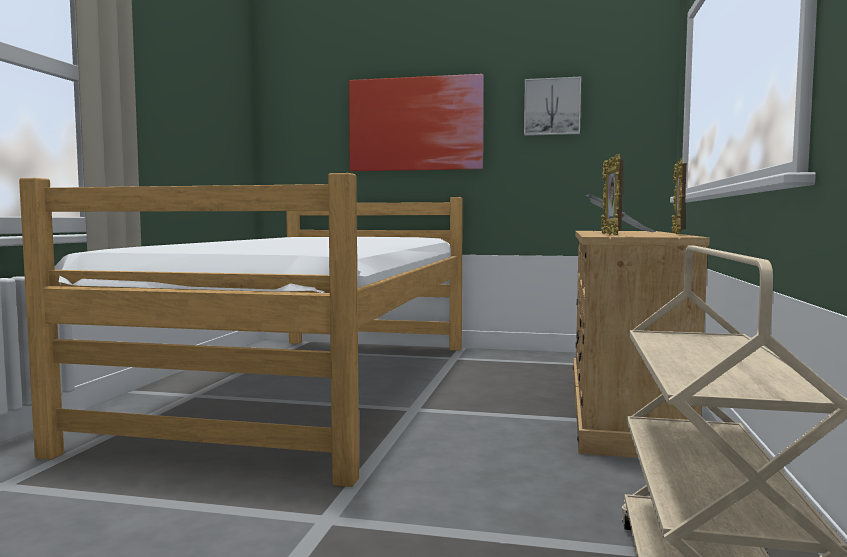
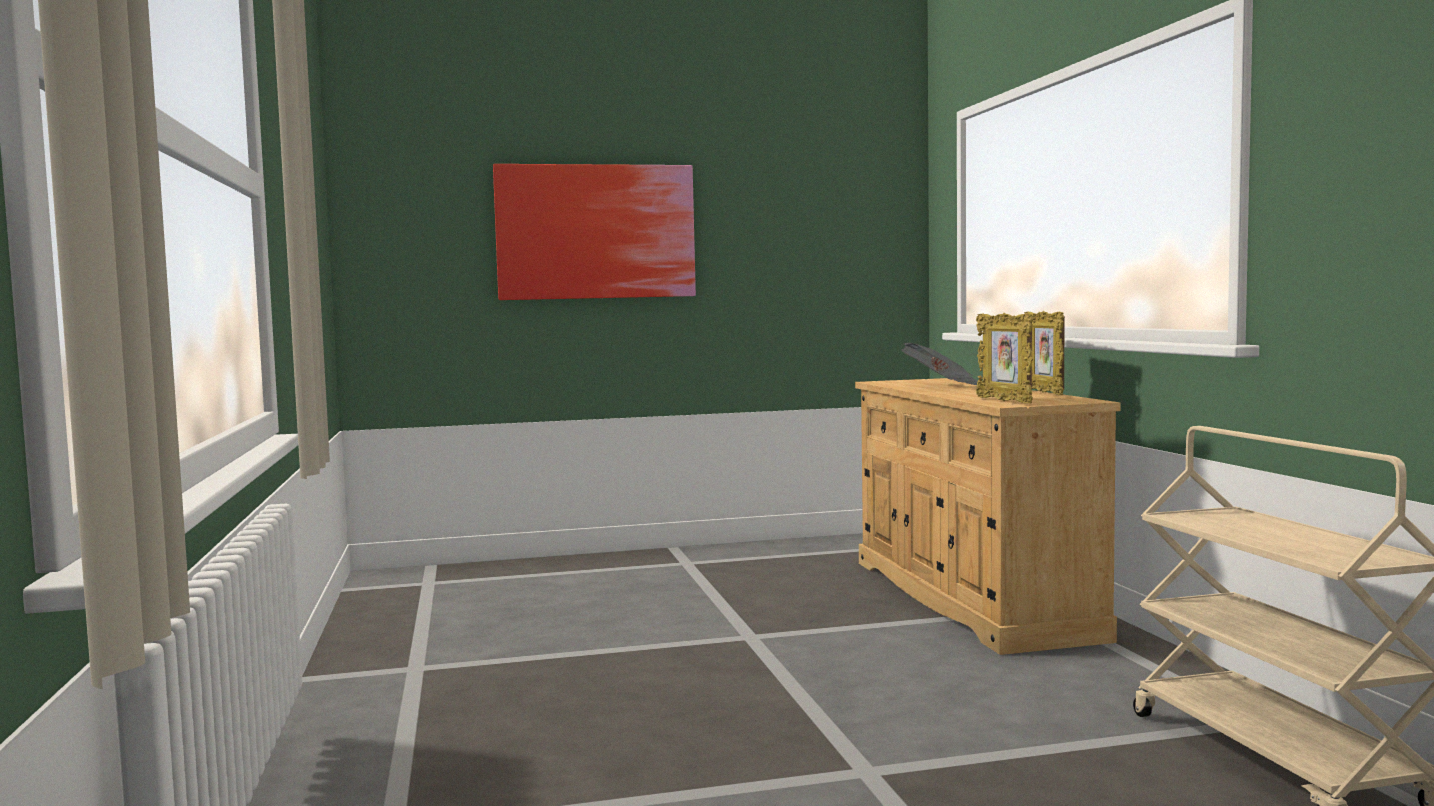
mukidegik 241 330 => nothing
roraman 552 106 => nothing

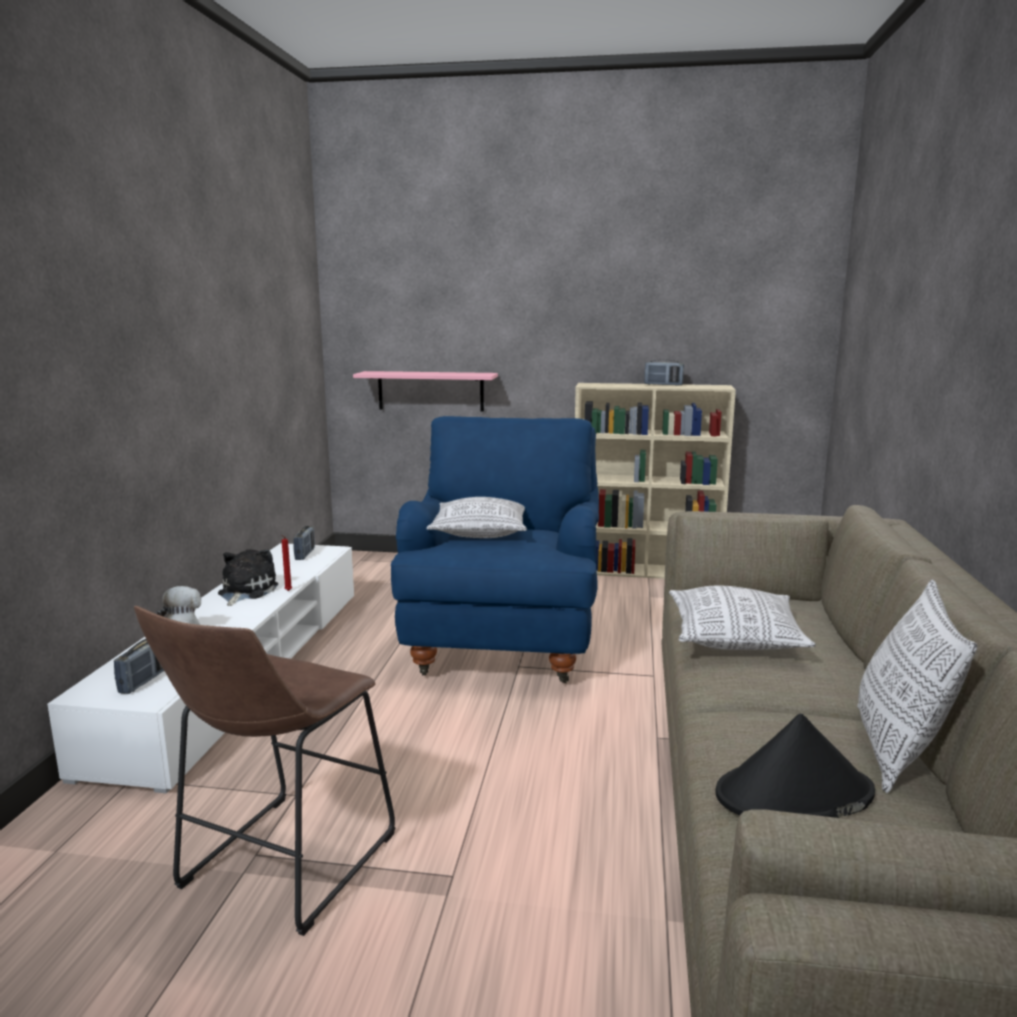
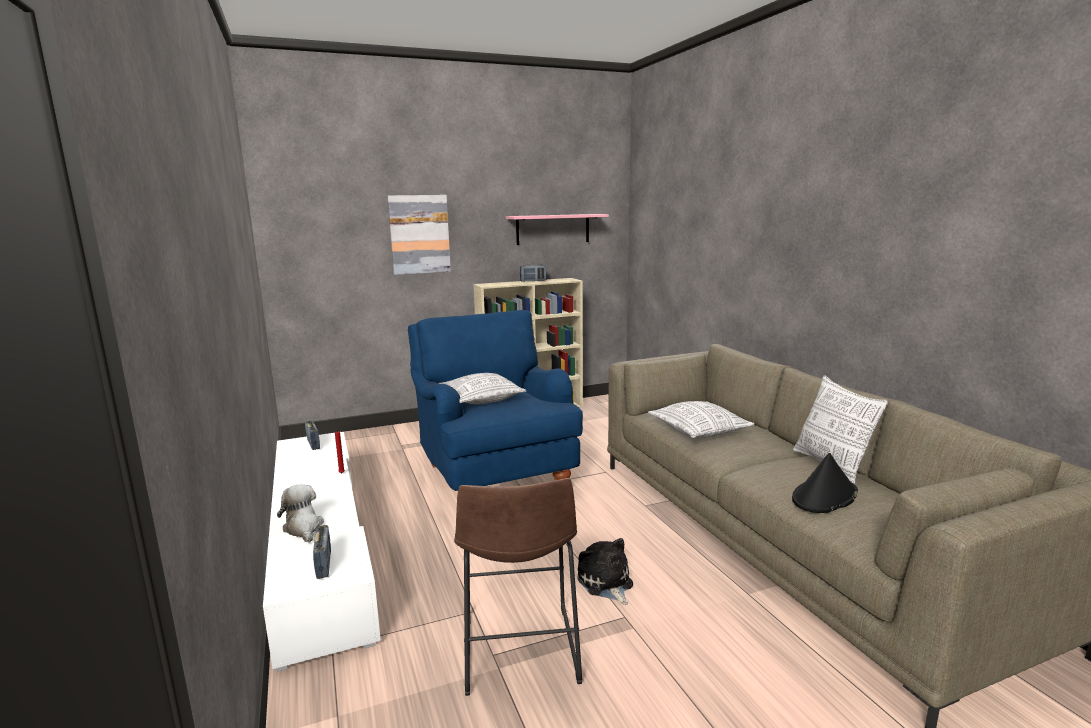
nothing => roraman 419 235
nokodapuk 248 577 => nokodapuk 605 571, move
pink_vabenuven 425 391 => pink_vabenuven 557 229, move

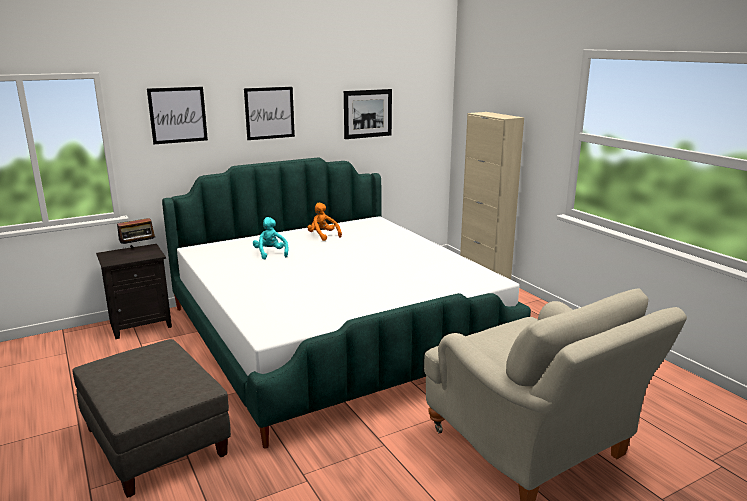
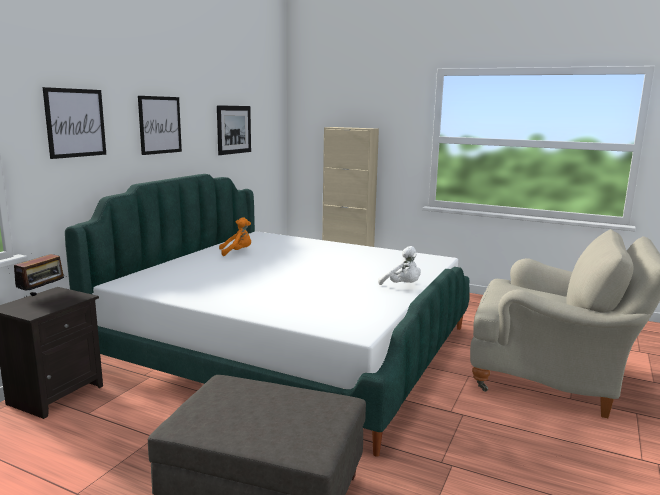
turquoise_nokodapuk 270 238 => nothing
nothing => white_nokodapuk 399 265
orange_nokodapuk 324 222 => orange_nokodapuk 235 236, 150 degrees clockwise

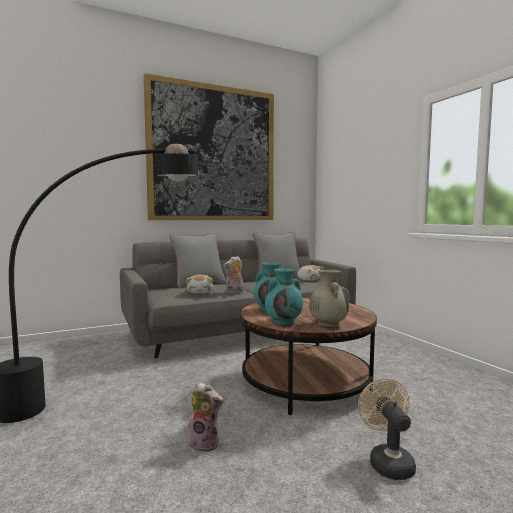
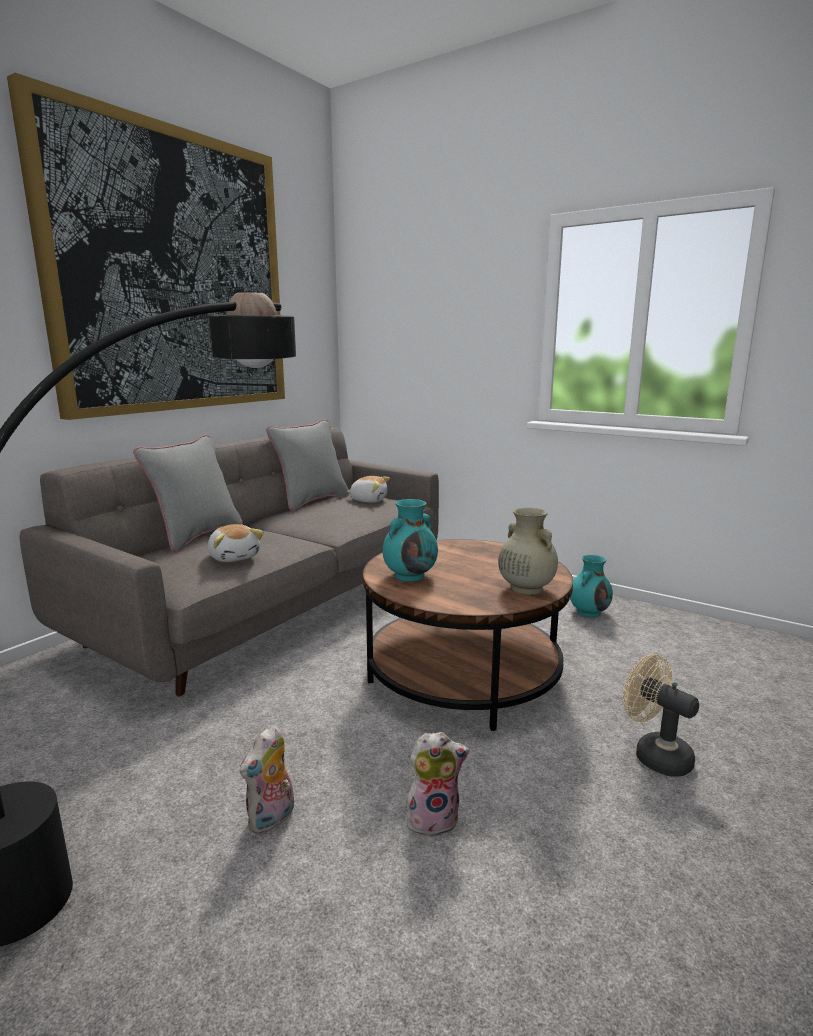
nokodapuk 233 275 => nokodapuk 267 779, move
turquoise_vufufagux 284 296 => turquoise_vufufagux 591 586, move

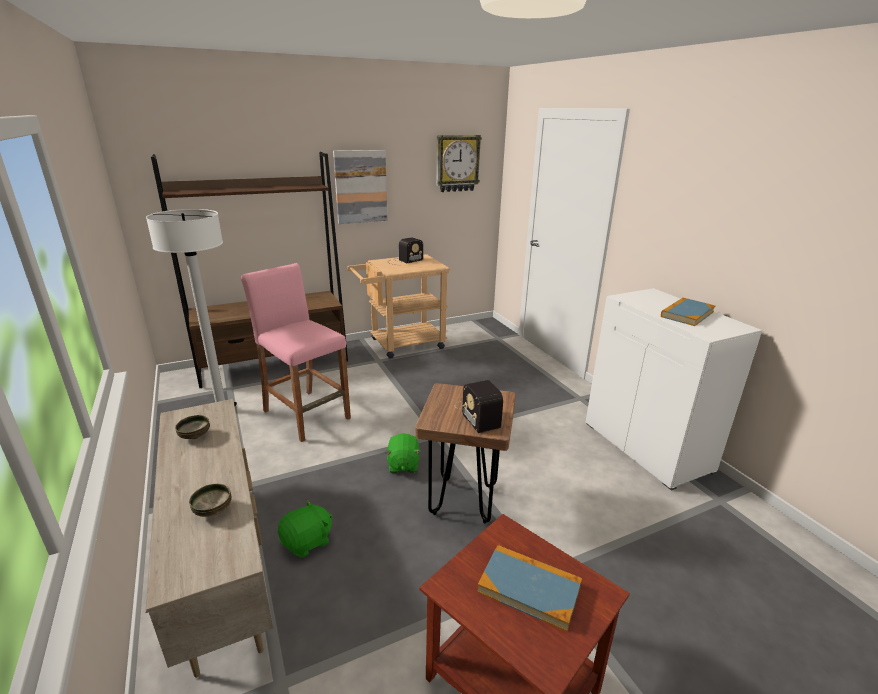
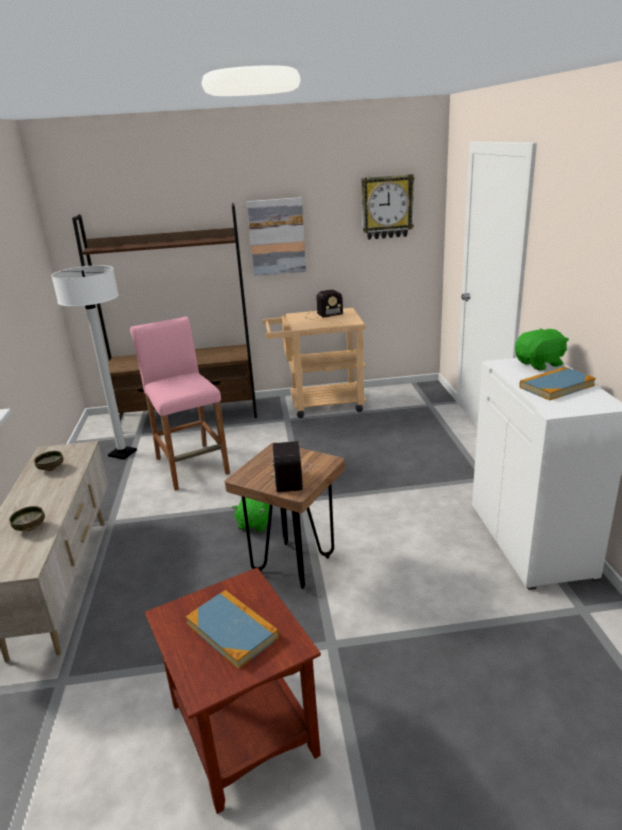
green_nokodapuk 305 529 => green_nokodapuk 542 349, move

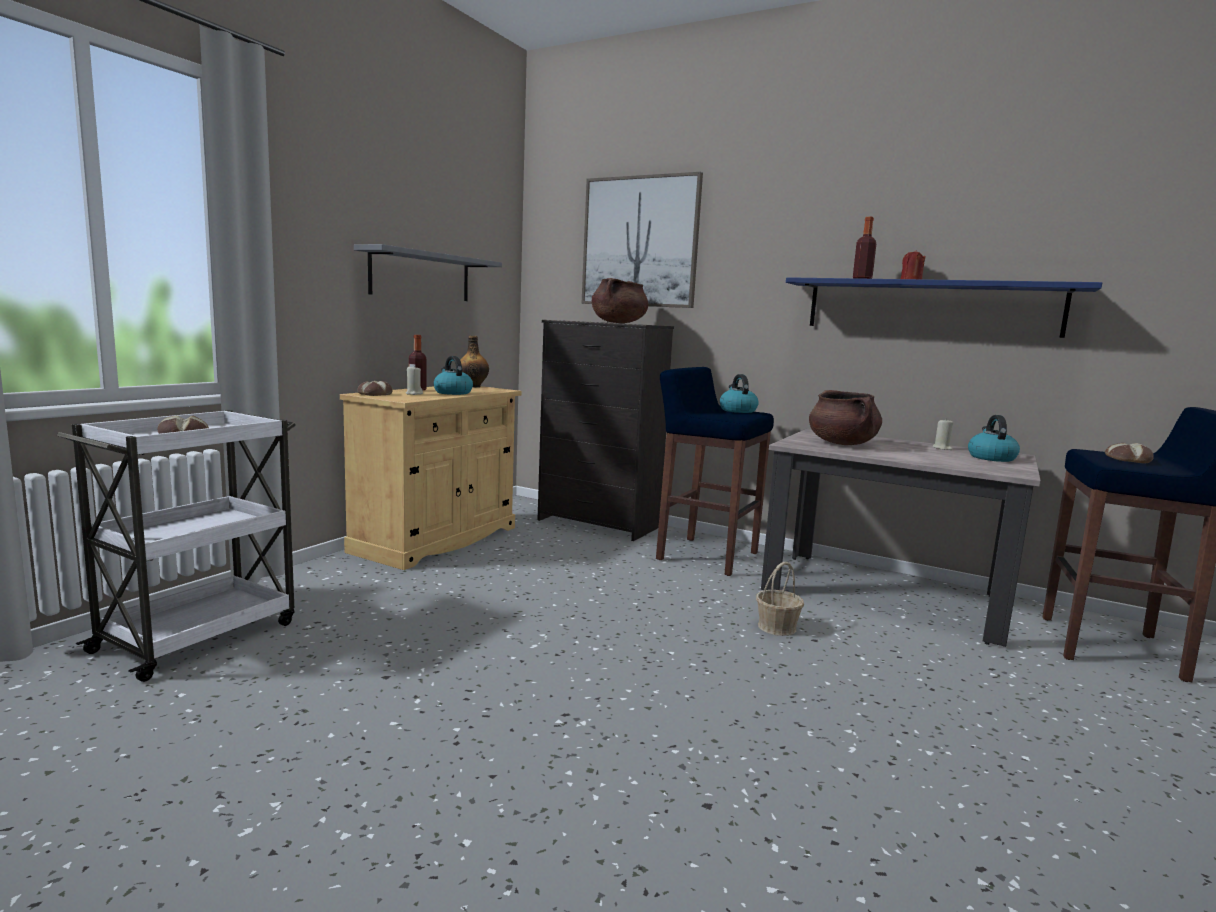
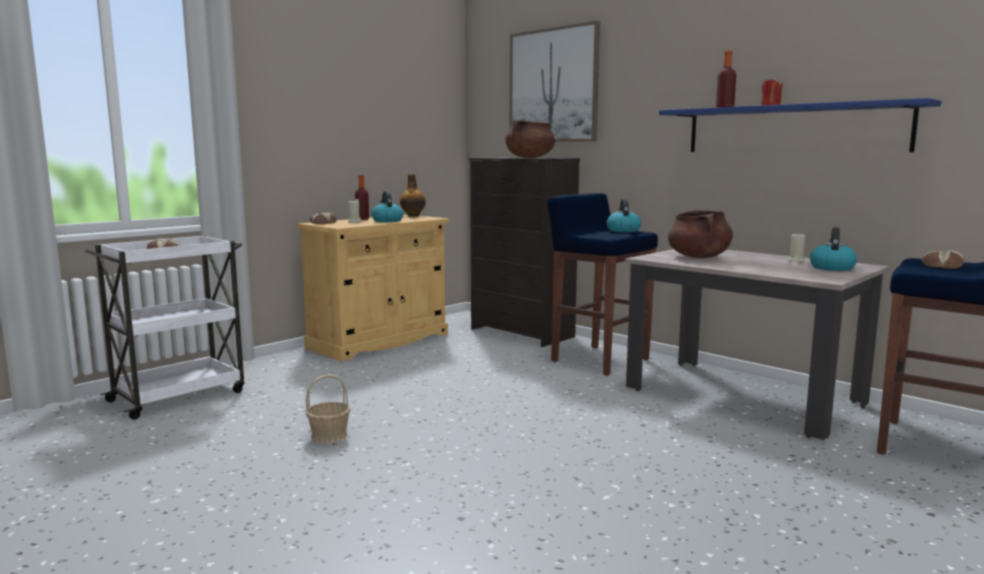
grey_vabenuven 428 272 => nothing
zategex 780 599 => zategex 328 409, move

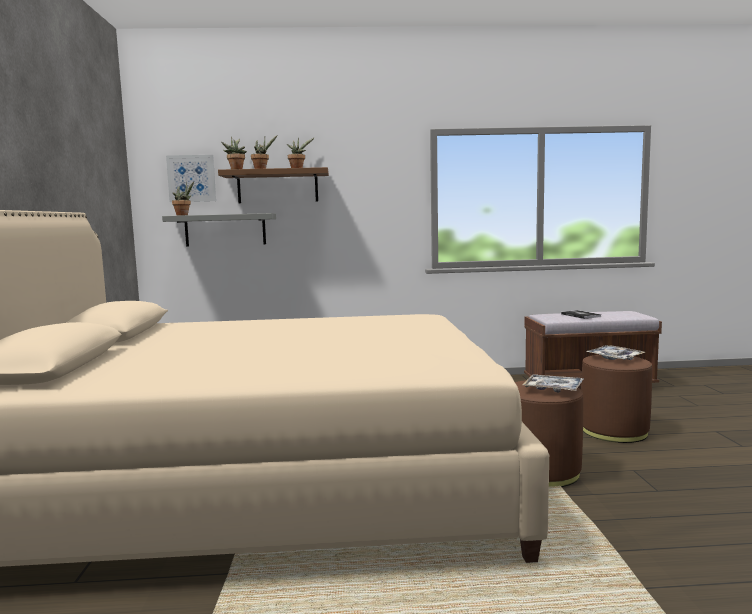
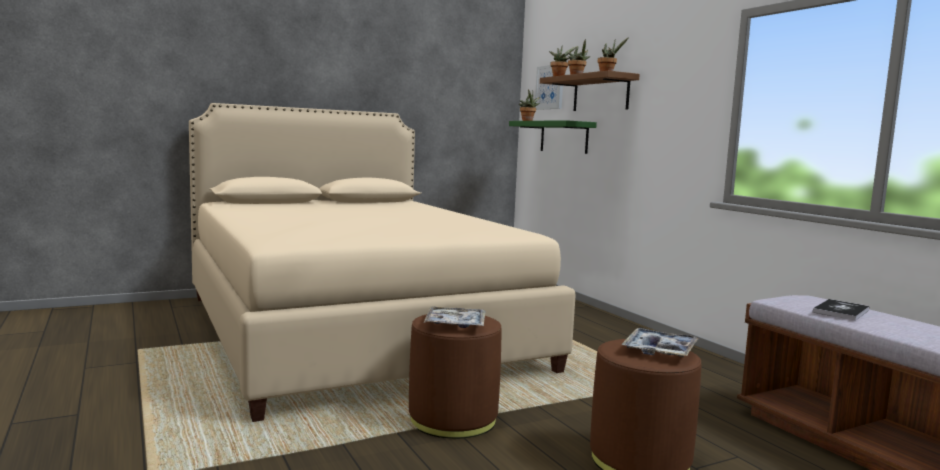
grey_vabenuven 219 230 => green_vabenuven 553 137

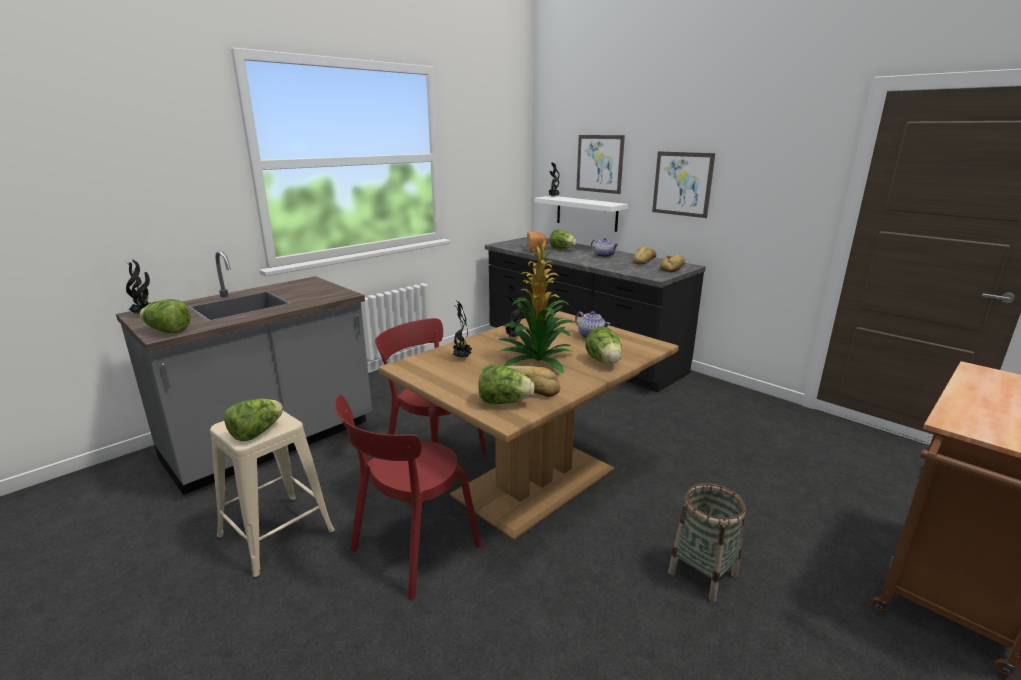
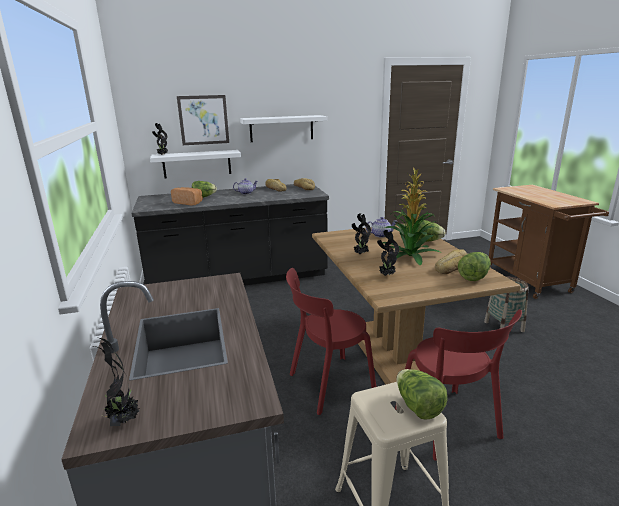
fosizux 165 316 => nothing
roraman 683 184 => white_vabenuven 283 128

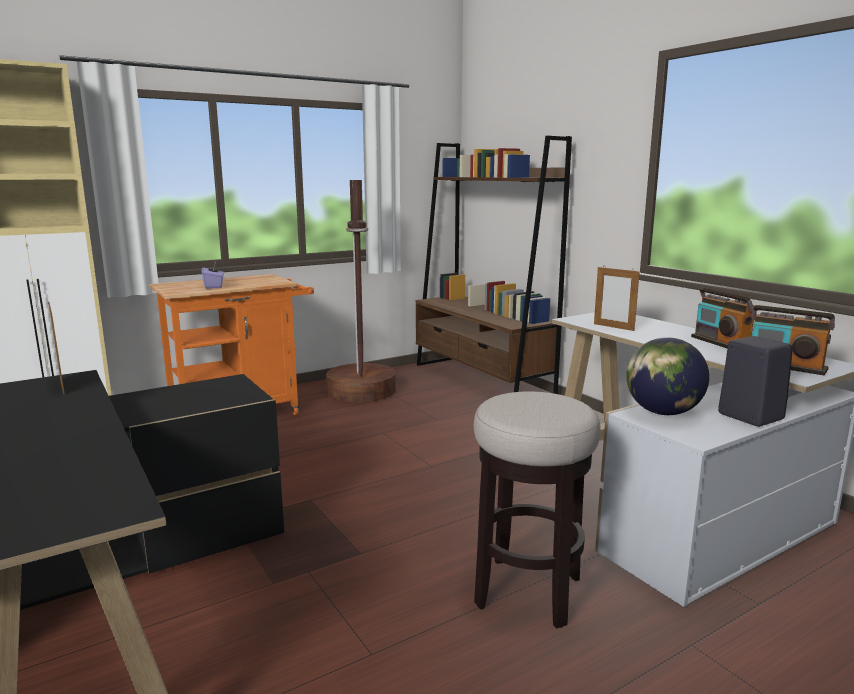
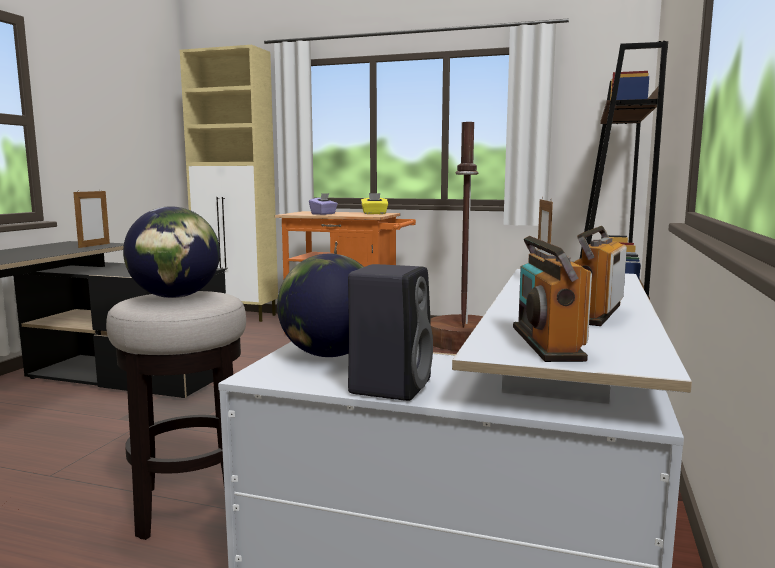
nothing => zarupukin 171 252
nothing => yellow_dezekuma 374 203

